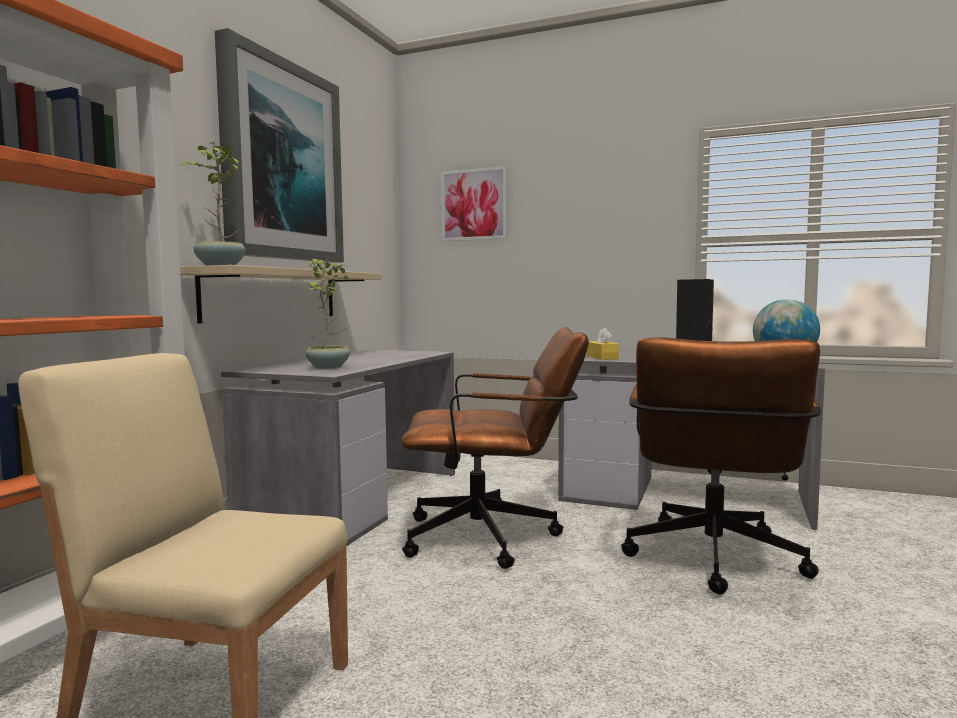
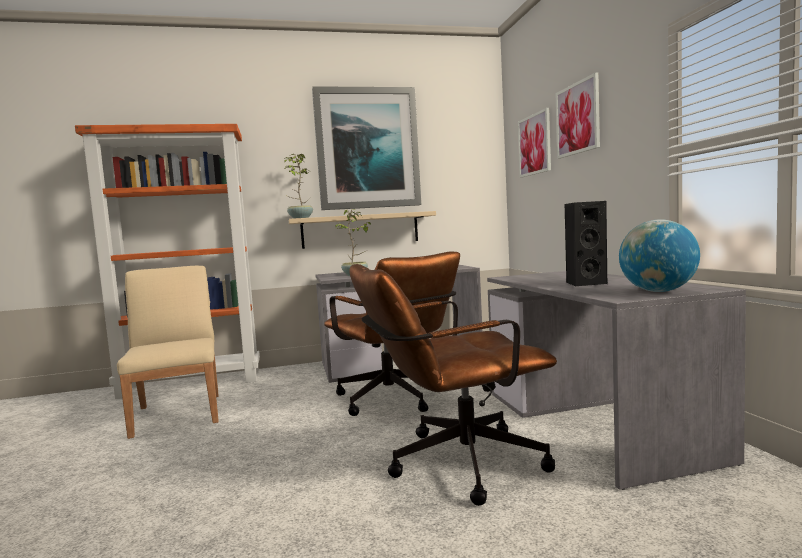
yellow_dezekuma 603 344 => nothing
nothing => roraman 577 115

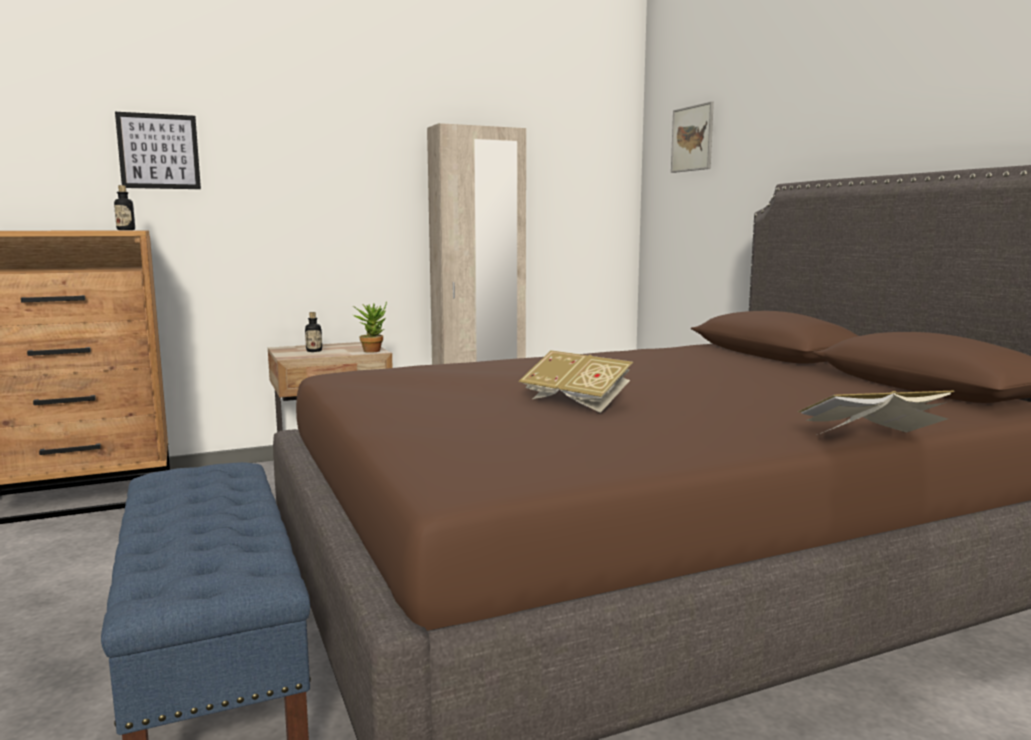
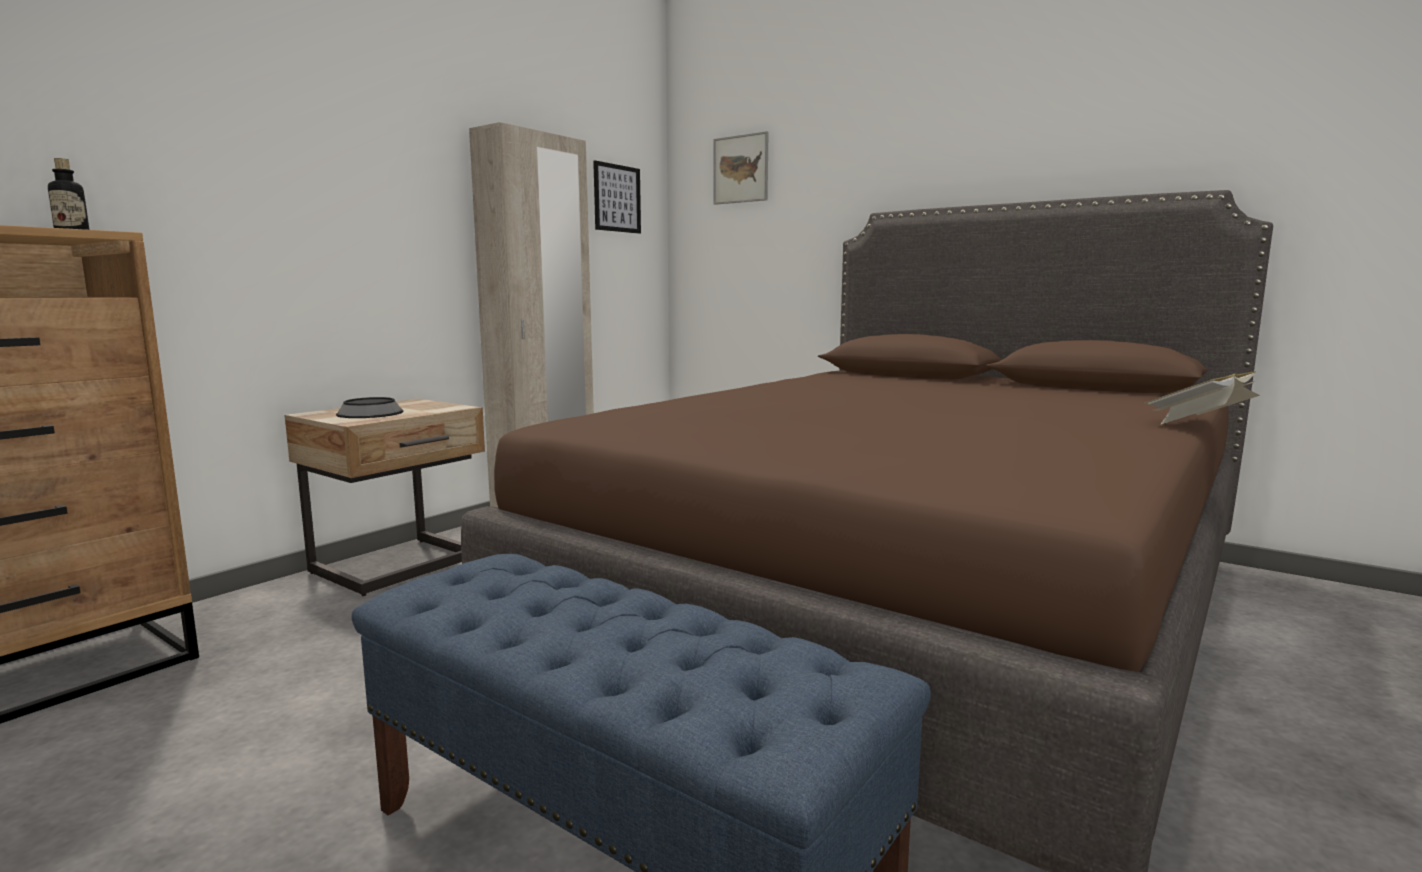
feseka 370 327 => nothing
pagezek 575 381 => nothing
roraman 158 150 => roraman 617 197, move
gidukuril 313 332 => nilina 370 407

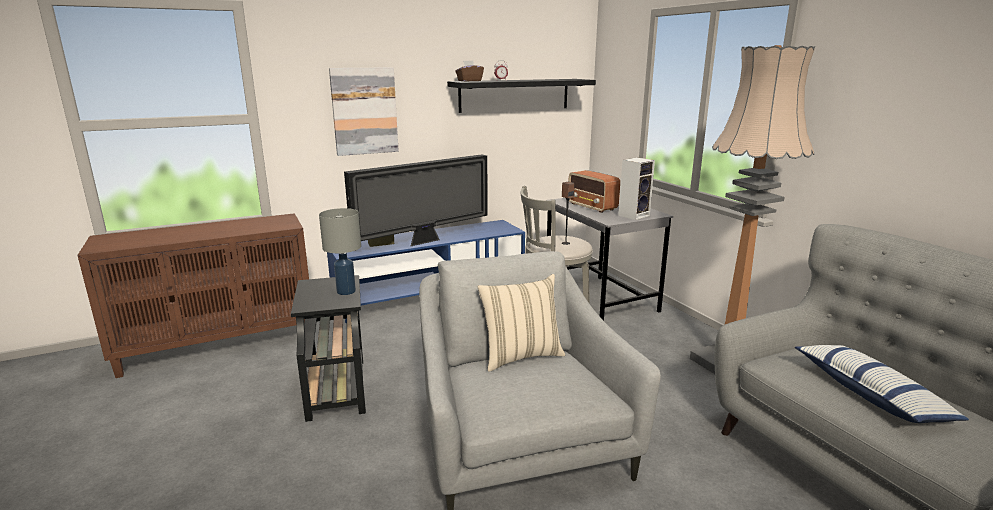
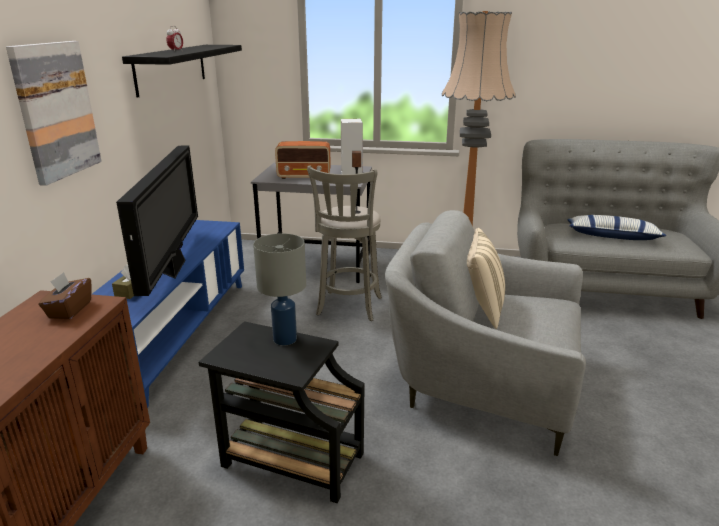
brown_dezekuma 469 71 => brown_dezekuma 65 295, move

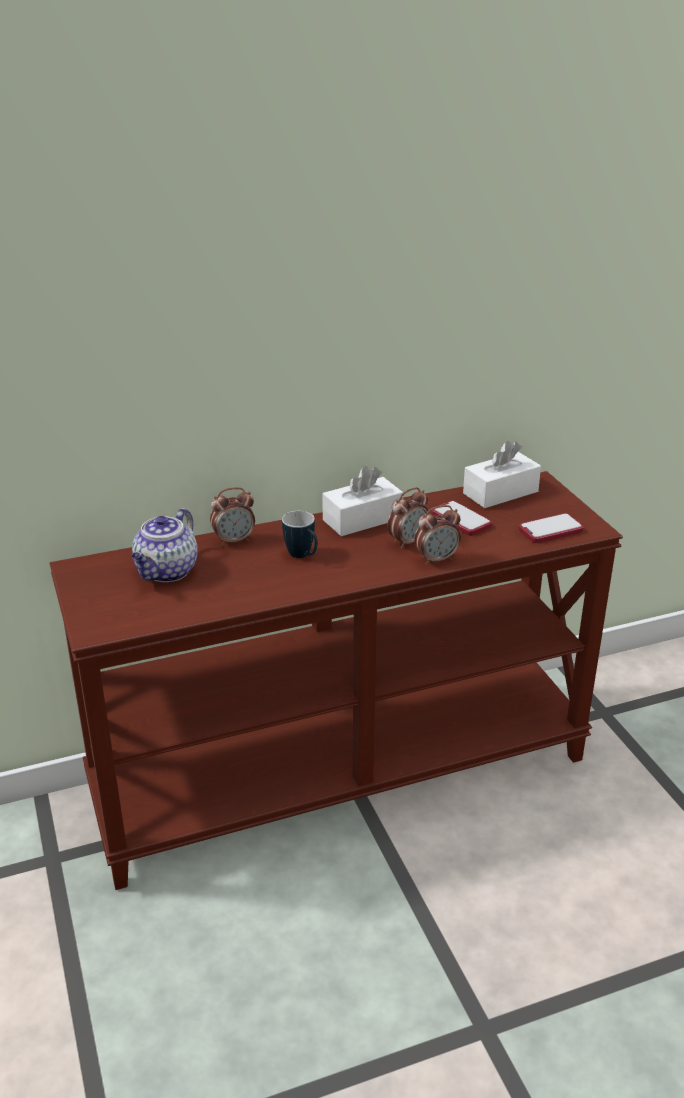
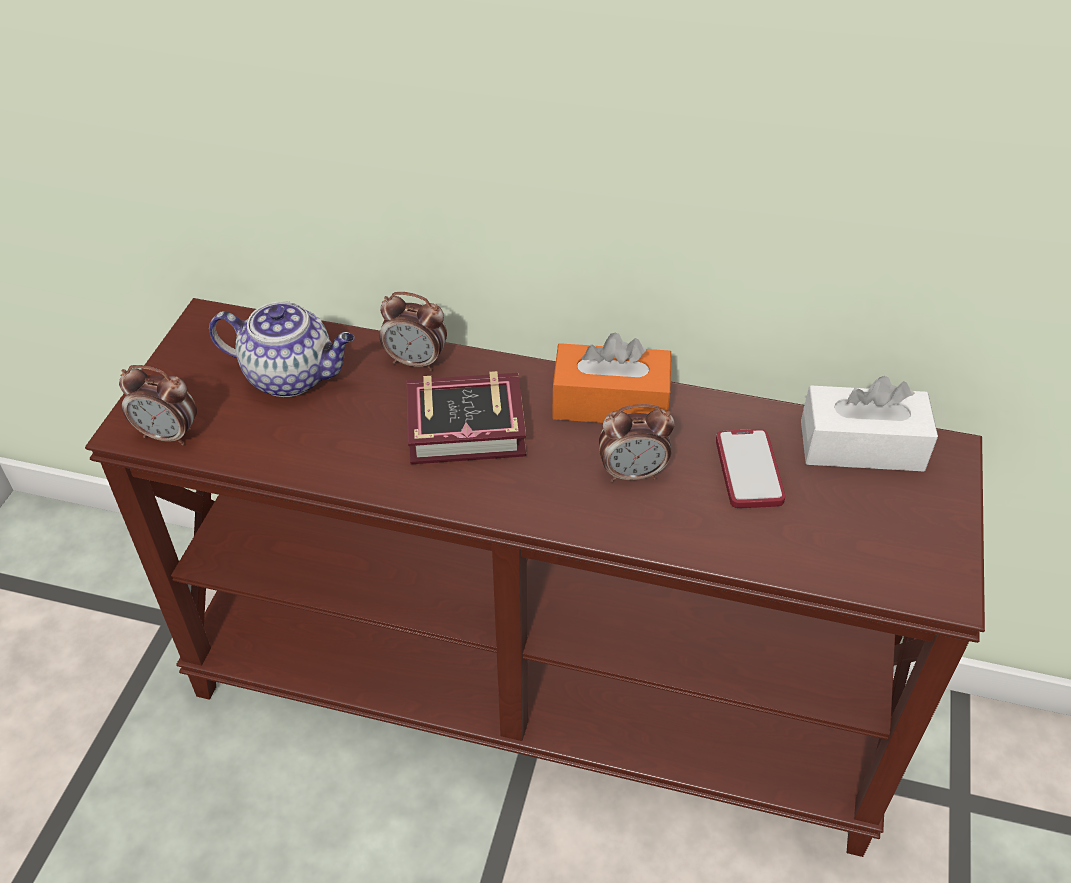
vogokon 551 528 => nothing
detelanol 437 535 => detelanol 158 405, move
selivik 300 534 => pagezek 466 417
white_dezekuma 362 501 => orange_dezekuma 611 377
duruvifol 165 545 => duruvifol 282 349, 135 degrees counterclockwise

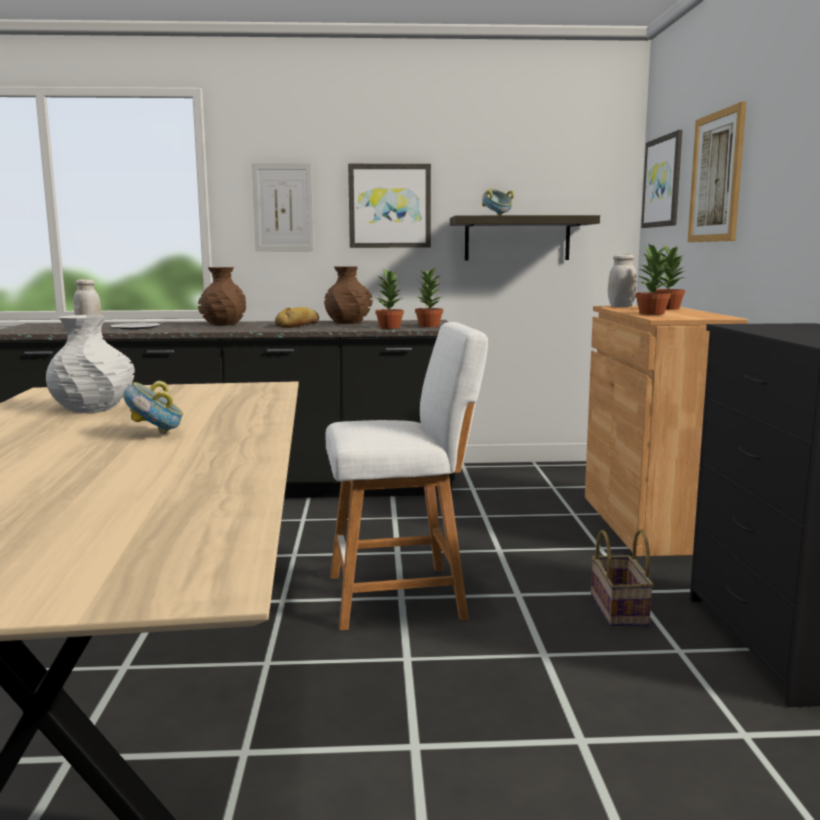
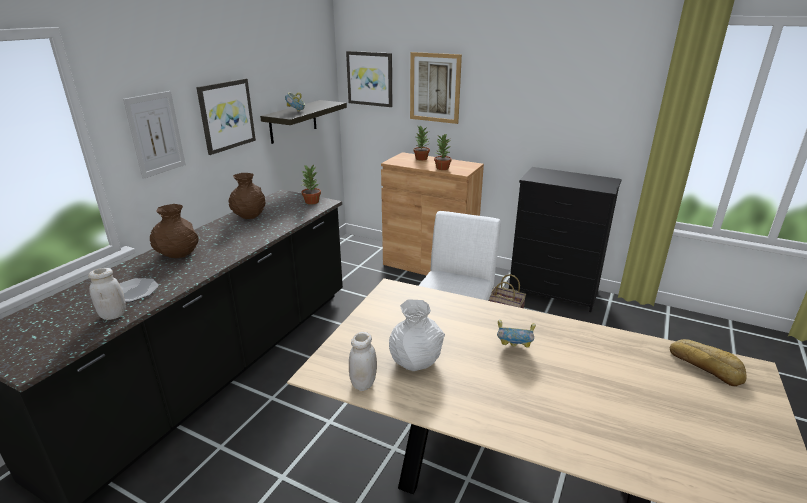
feseka 389 298 => nothing
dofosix 297 317 => dofosix 708 362, move
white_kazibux 622 280 => white_kazibux 363 361, move

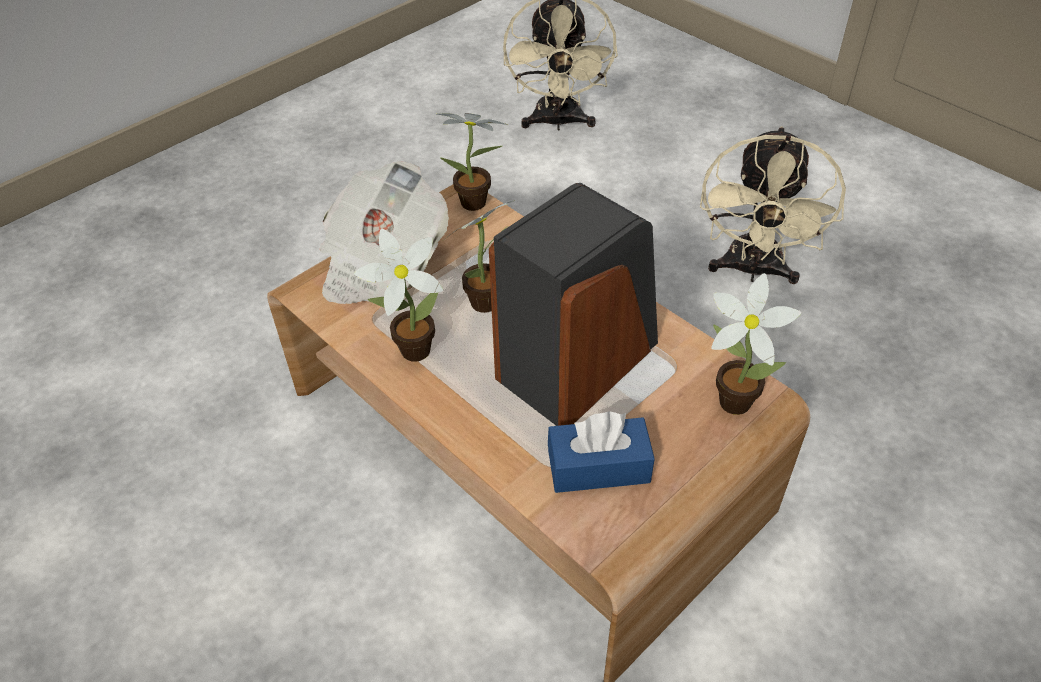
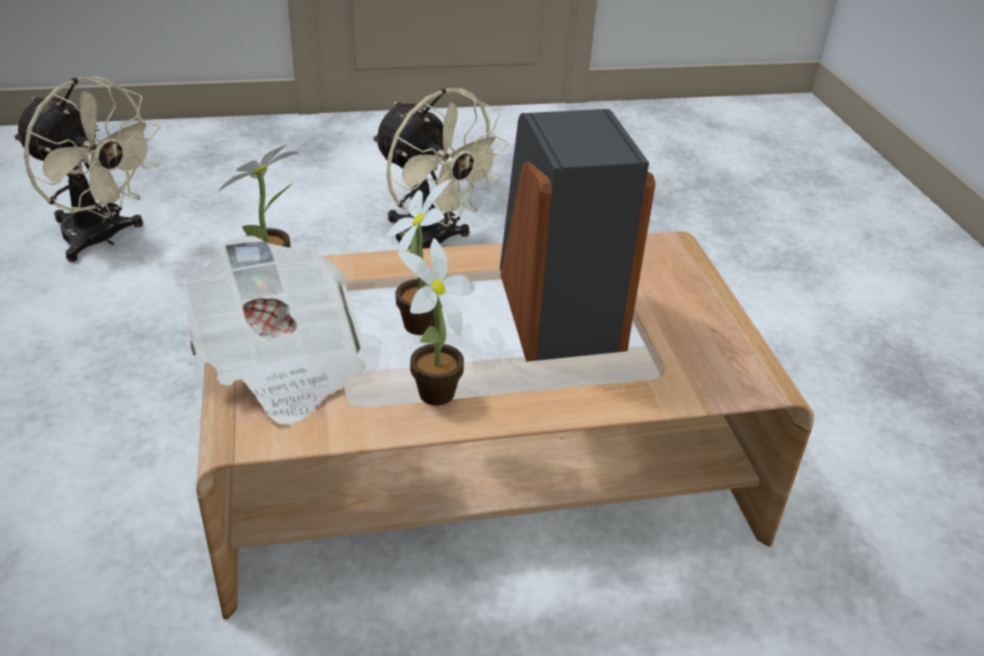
blue_dezekuma 601 452 => nothing
feseka 757 344 => nothing

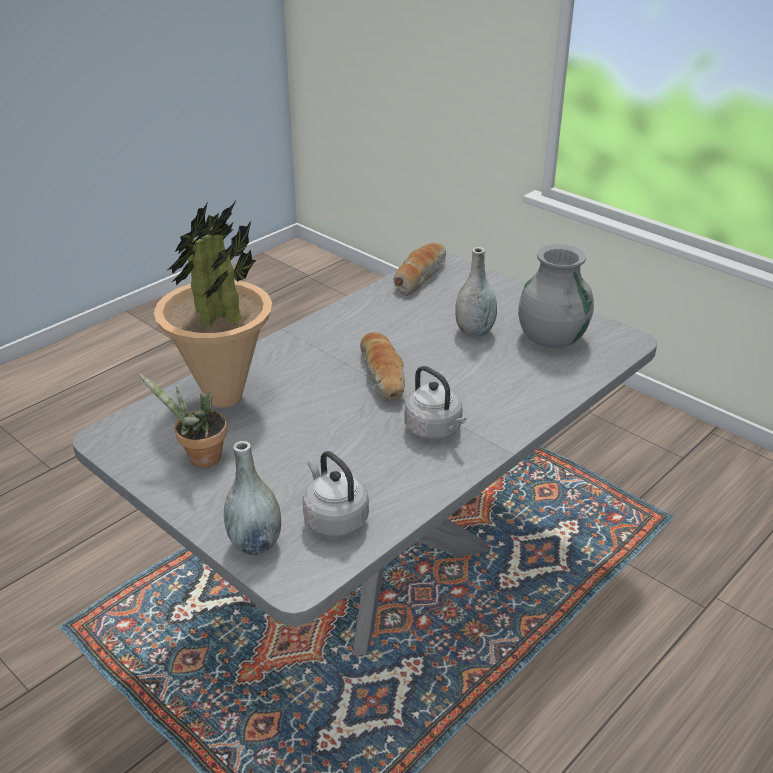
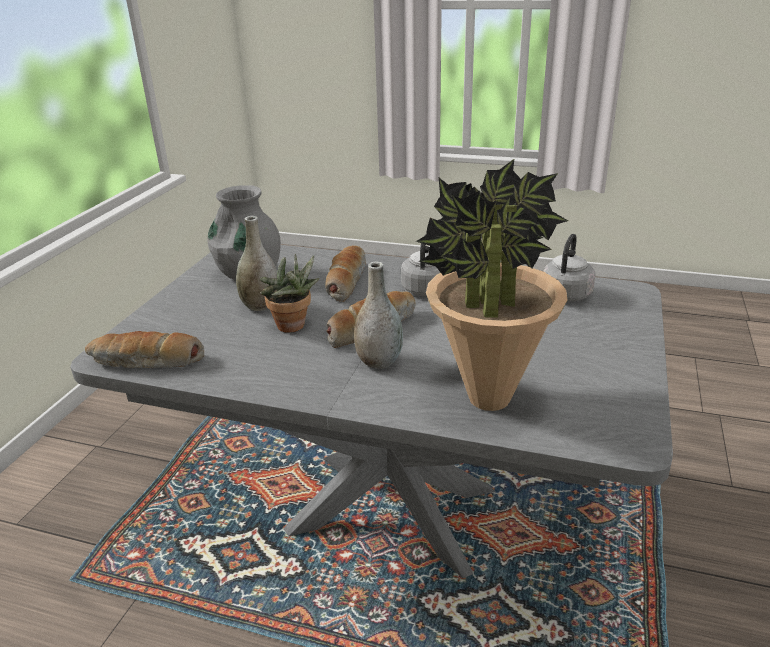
nothing => dofosix 345 273
feseka 183 420 => feseka 290 293, move
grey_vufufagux 252 498 => grey_vufufagux 378 315, move

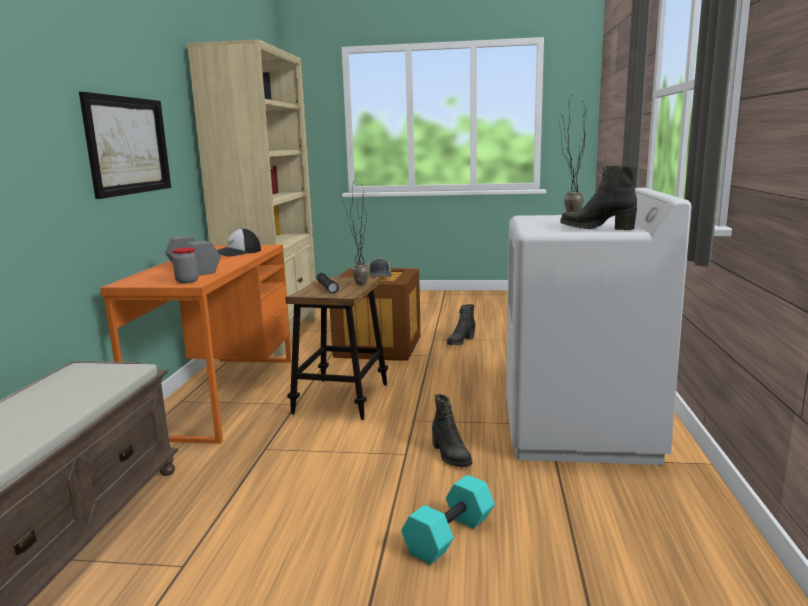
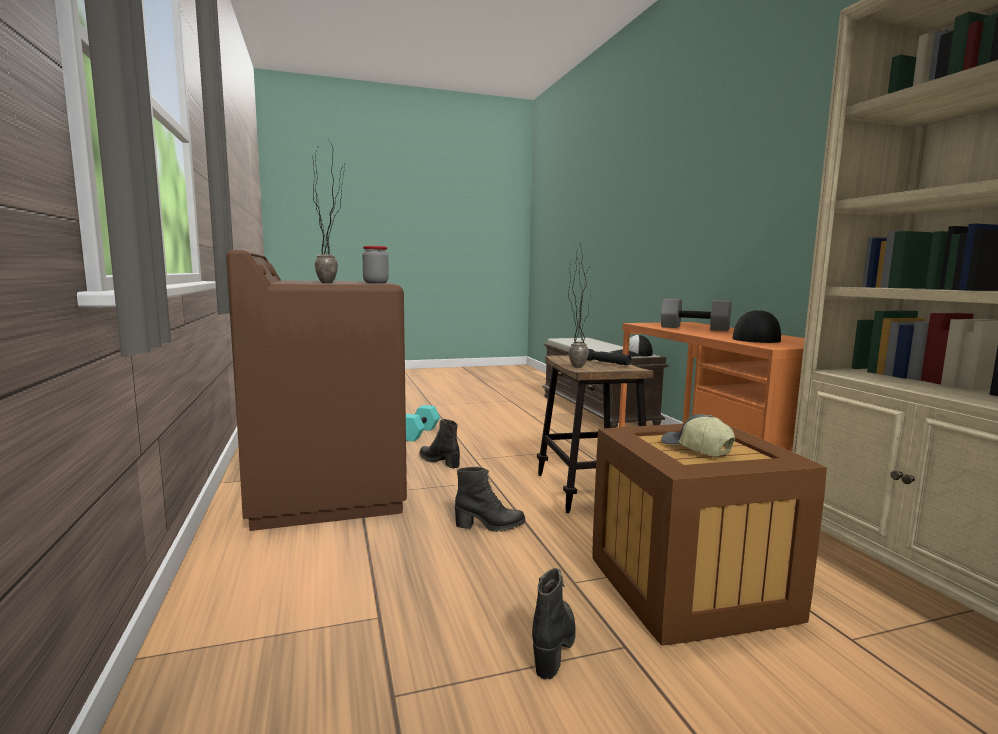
roraman 125 145 => nothing
nothing => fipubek 632 346
kazibux 185 265 => kazibux 375 265, move
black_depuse 599 197 => black_depuse 490 499, move
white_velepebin 599 326 => brown_velepebin 316 390

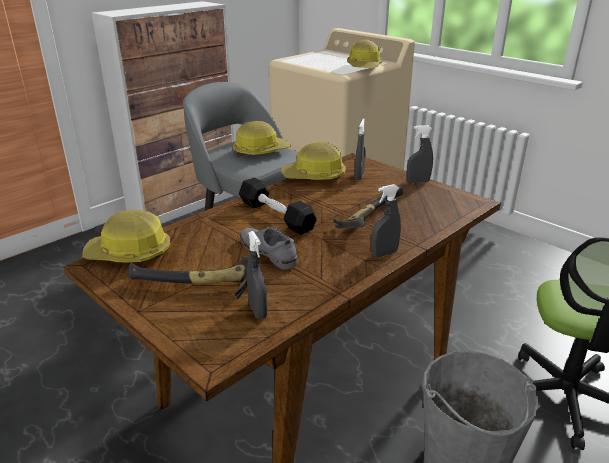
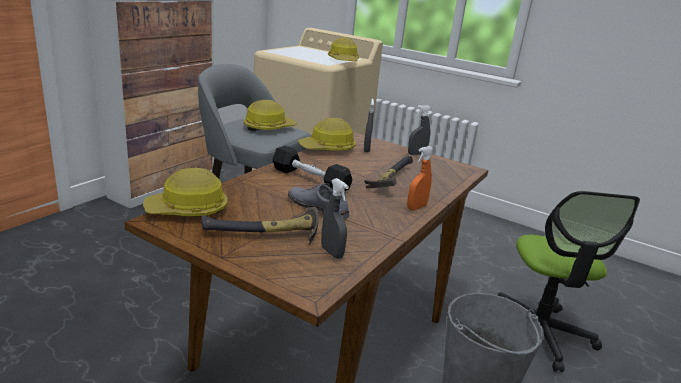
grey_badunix 386 221 => orange_badunix 420 178

